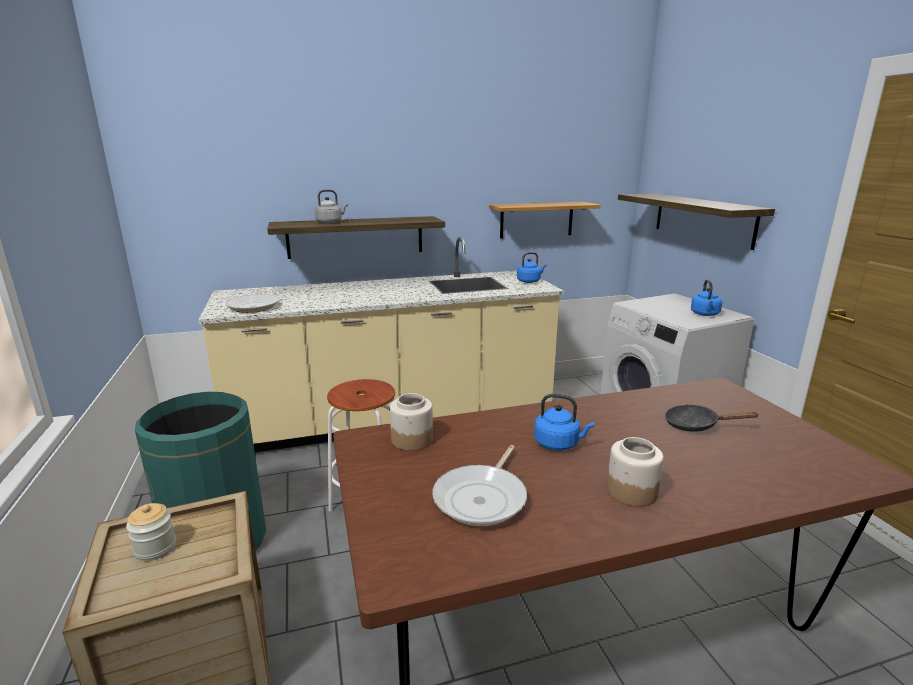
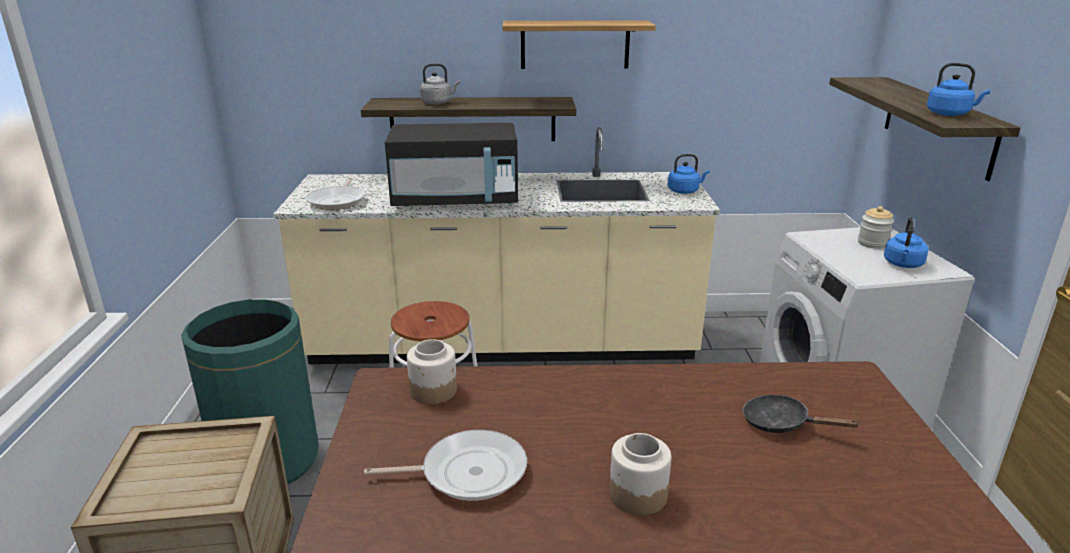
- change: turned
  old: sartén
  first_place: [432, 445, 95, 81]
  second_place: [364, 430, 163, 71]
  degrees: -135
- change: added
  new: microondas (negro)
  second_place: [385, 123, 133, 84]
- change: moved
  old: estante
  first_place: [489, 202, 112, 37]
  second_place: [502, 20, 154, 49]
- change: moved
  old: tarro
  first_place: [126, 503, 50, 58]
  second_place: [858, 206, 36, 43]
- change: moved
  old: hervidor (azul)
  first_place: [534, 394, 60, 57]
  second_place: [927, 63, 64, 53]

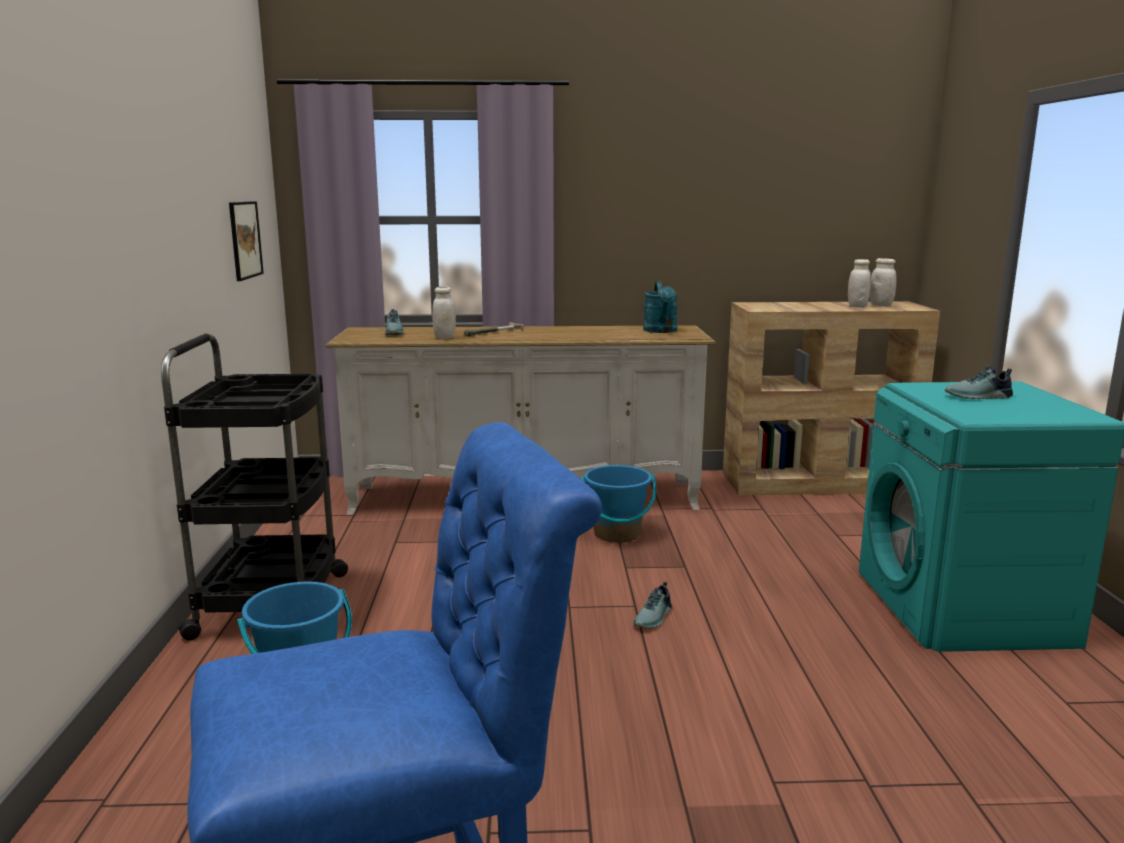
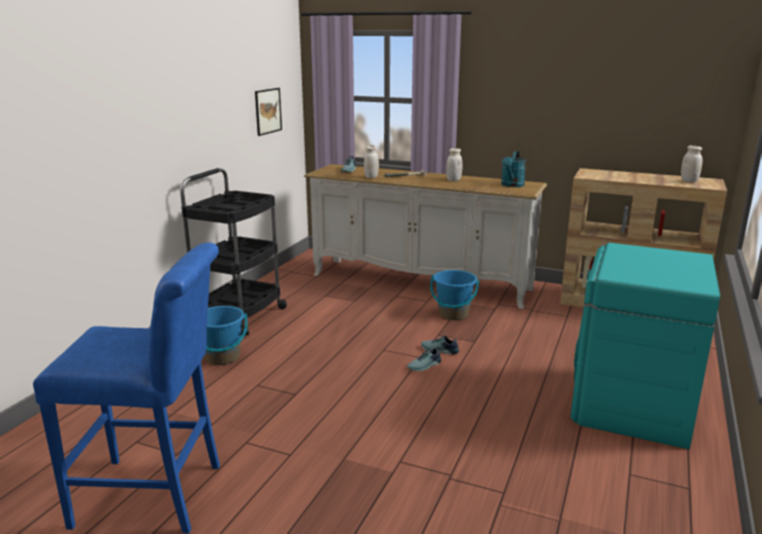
- change: moved
  old: zapato
  first_place: [945, 365, 68, 34]
  second_place: [421, 335, 38, 20]
- change: moved
  old: tarro (blanco)
  first_place: [848, 259, 23, 49]
  second_place: [446, 148, 16, 33]

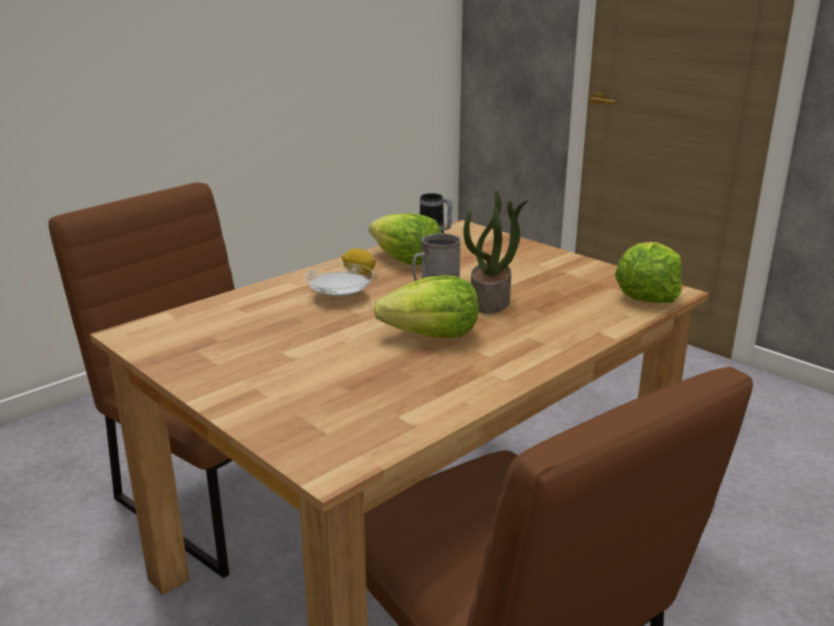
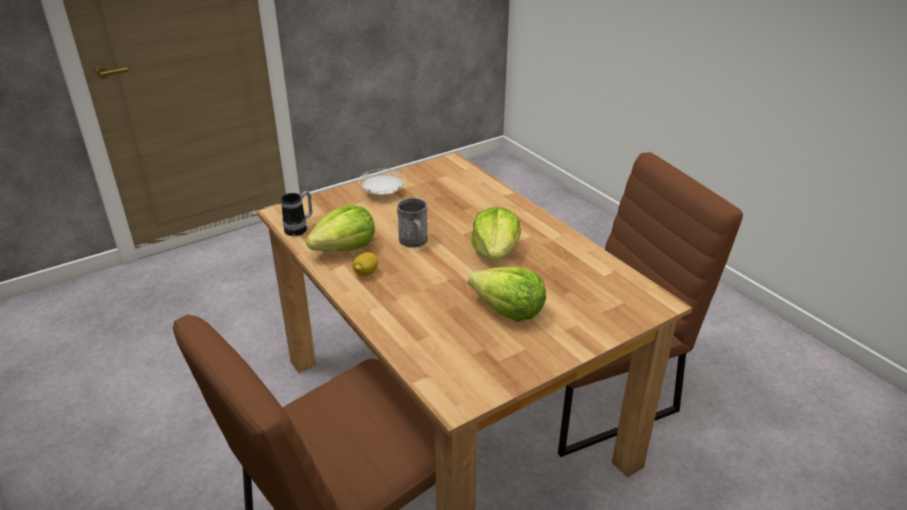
- change: moved
  old: plato (blanco)
  first_place: [304, 263, 70, 34]
  second_place: [359, 169, 47, 26]
- change: moved
  old: lechuga
  first_place: [615, 242, 67, 61]
  second_place: [468, 267, 78, 55]
- change: removed
  old: planta en maceta
  first_place: [463, 190, 66, 124]

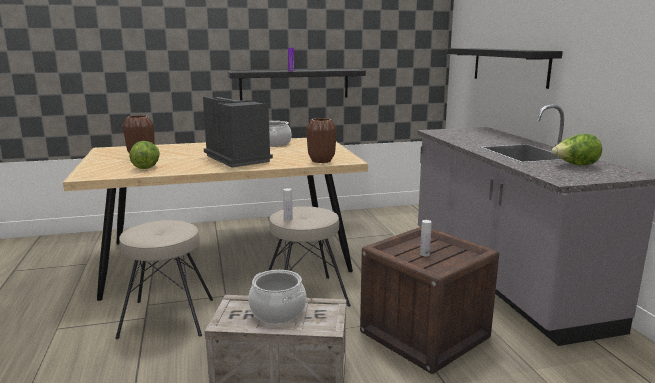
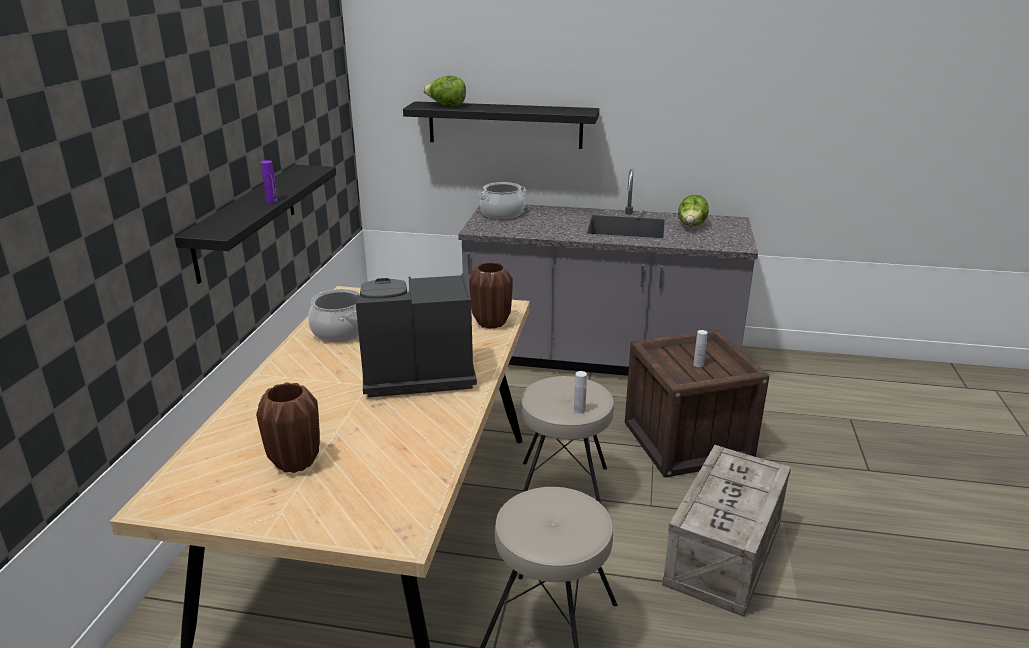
- change: moved
  old: lechuga
  first_place: [129, 141, 31, 28]
  second_place: [423, 75, 43, 32]
- change: moved
  old: olla
  first_place: [249, 270, 57, 54]
  second_place: [478, 182, 48, 37]

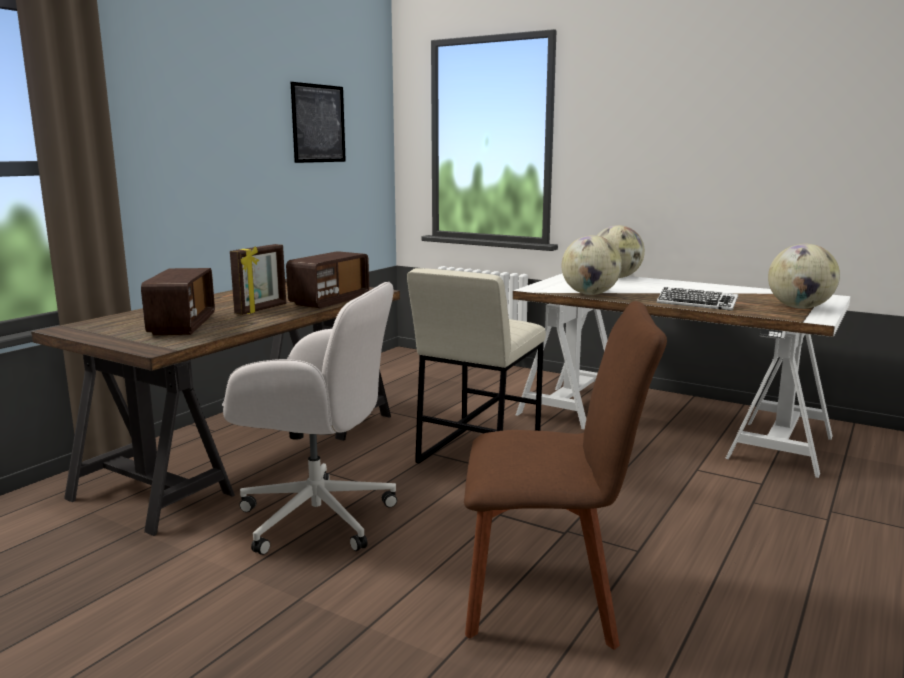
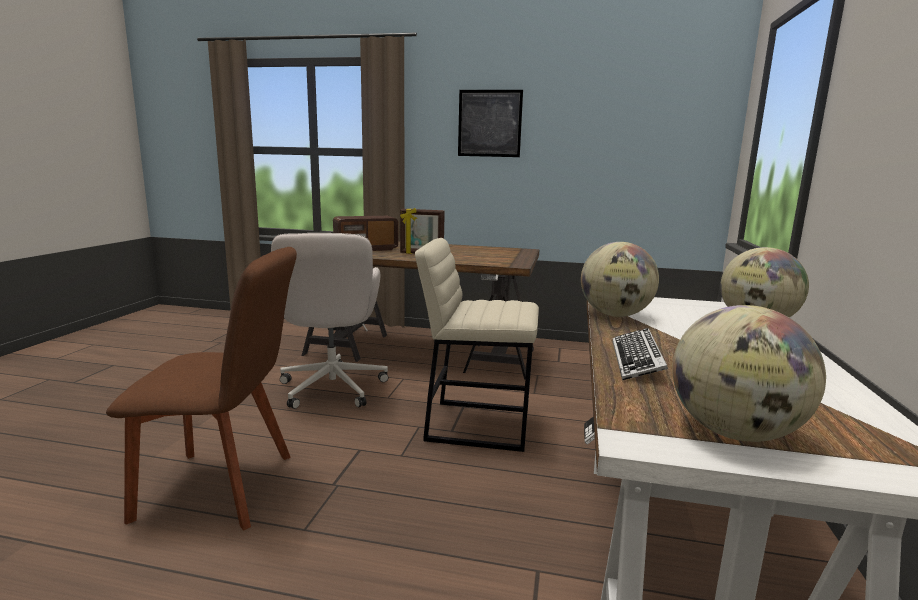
- change: turned
  old: silla (marrón)
  first_place: [464, 301, 203, 349]
  second_place: [106, 247, 191, 283]
  degrees: -75
- change: moved
  old: cuadro
  first_place: [291, 82, 55, 81]
  second_place: [458, 90, 65, 67]
- change: removed
  old: radio
  first_place: [286, 251, 83, 57]

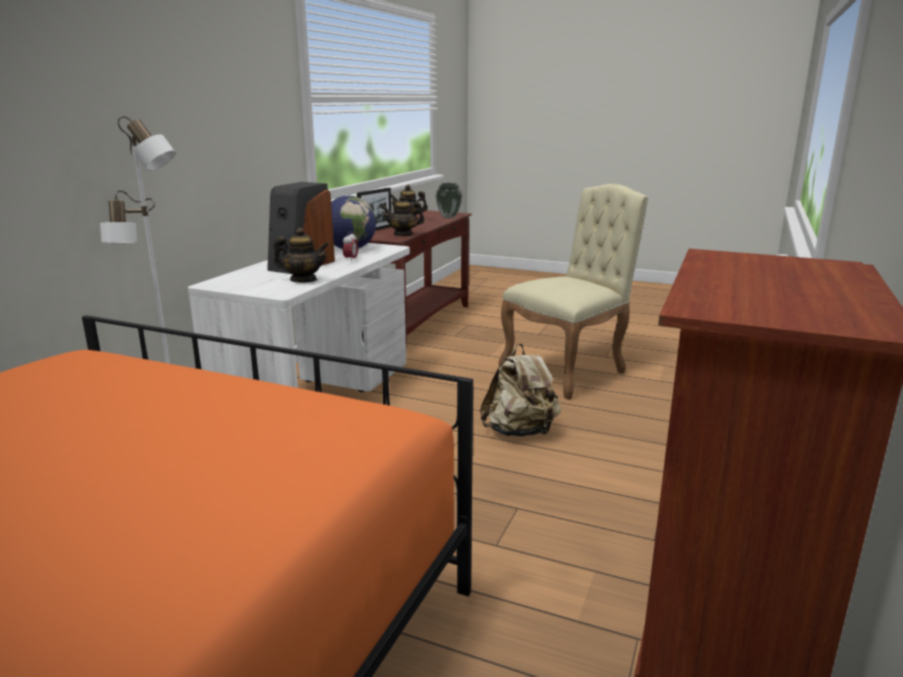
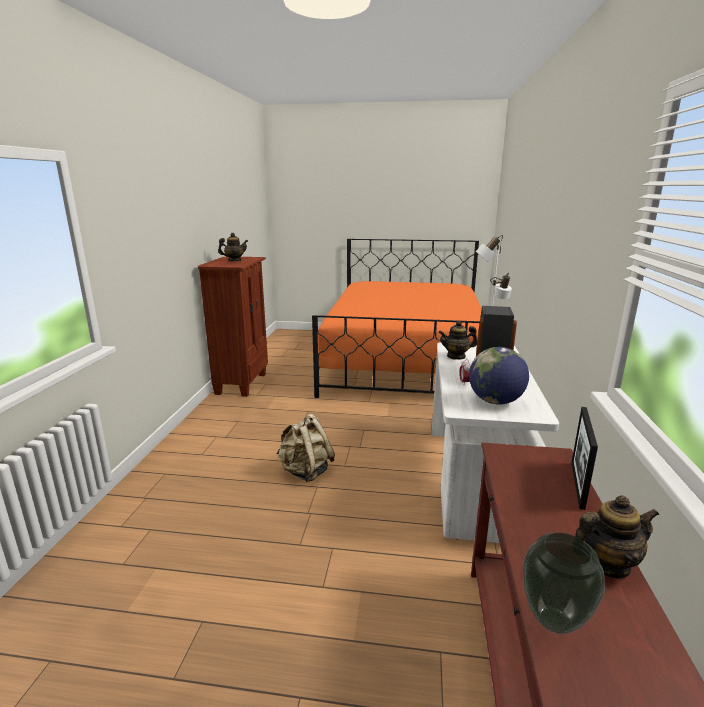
- change: moved
  old: tetera
  first_place: [382, 195, 43, 41]
  second_place: [218, 233, 30, 28]
- change: removed
  old: silla (beis)
  first_place: [499, 184, 149, 216]

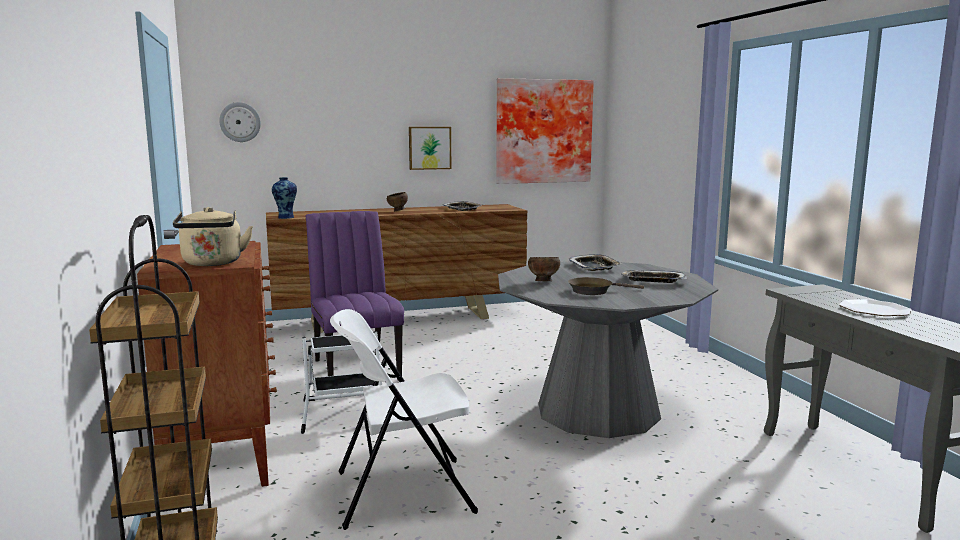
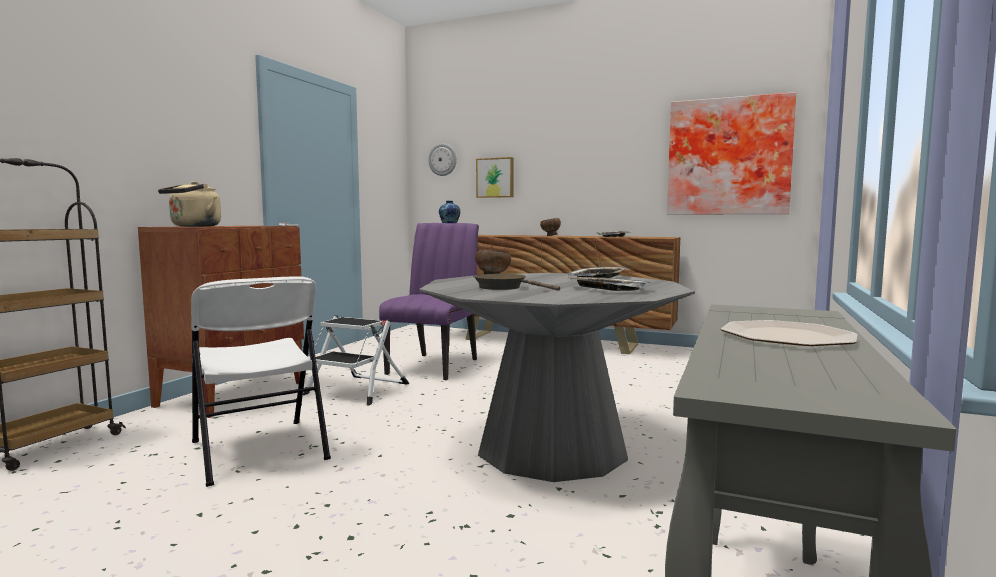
- change: turned
  old: silla (blanco)
  first_place: [330, 309, 148, 221]
  second_place: [191, 276, 140, 211]
  degrees: -150
- change: moved
  old: cuadro
  first_place: [409, 127, 42, 43]
  second_place: [476, 157, 38, 41]

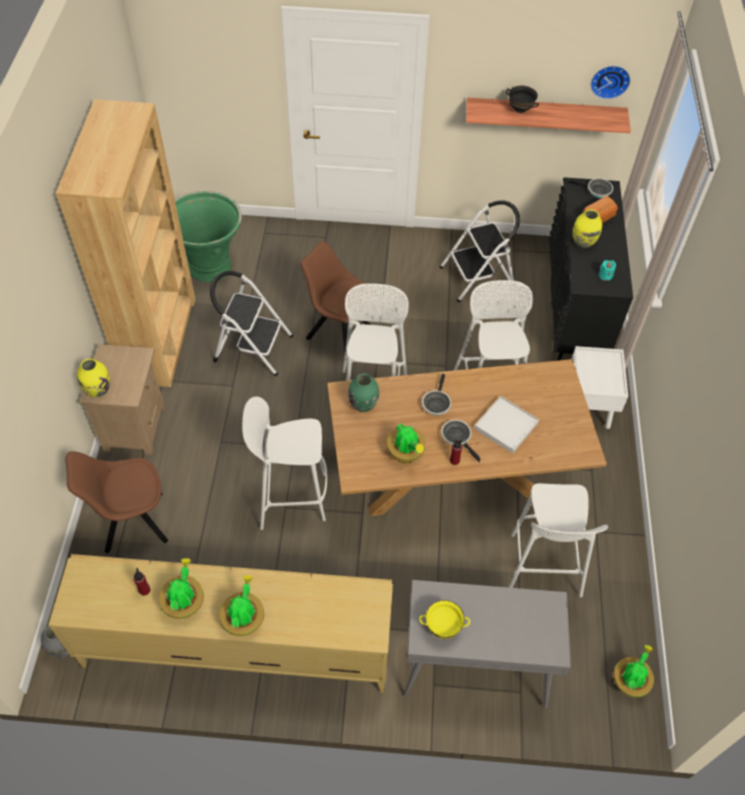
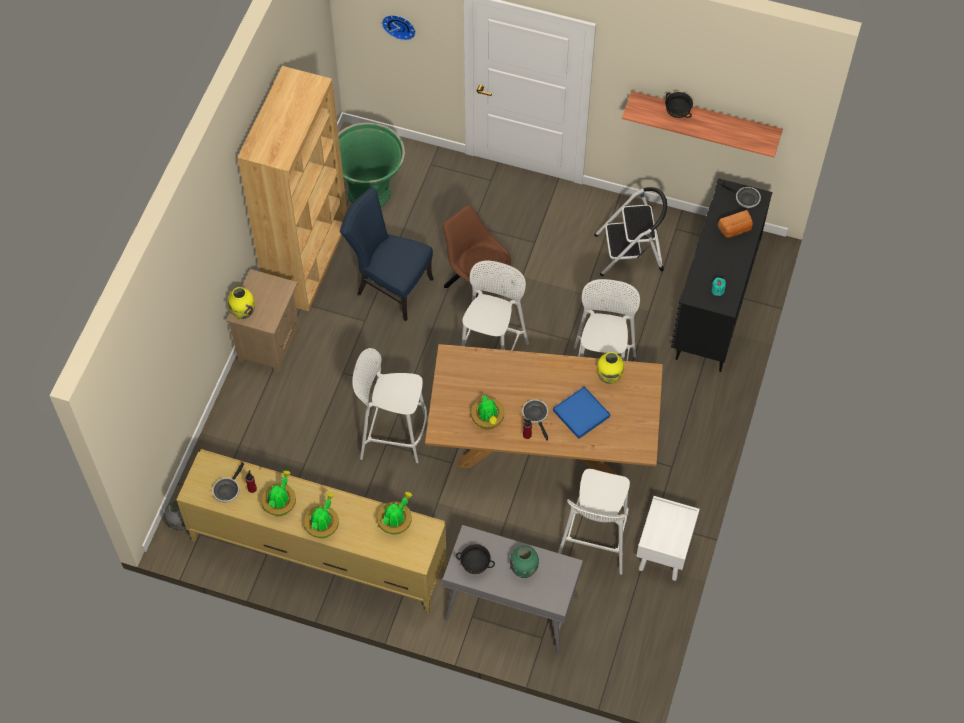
- change: moved
  old: sartén
  first_place: [422, 374, 29, 42]
  second_place: [212, 463, 32, 39]
- change: replaced
  old: escalera de tijera
  new: silla (azul)
  first_place: [210, 271, 83, 105]
  second_place: [340, 188, 94, 133]
- change: moved
  old: planta en maceta
  first_place: [613, 644, 41, 54]
  second_place: [377, 492, 35, 43]
- change: moved
  old: reloj de pared
  first_place: [591, 66, 40, 33]
  second_place: [382, 15, 34, 26]
- change: recoloured
  old: cuenco (amarillo)
  new: cuenco (negro)
  first_place: [419, 600, 51, 39]
  second_place: [456, 544, 39, 30]
- change: moved
  old: florero (verde)
  first_place: [348, 373, 31, 39]
  second_place: [510, 546, 29, 32]
- change: recoloured
  old: bandeja (blanco)
  new: bandeja (azul)
  first_place: [474, 396, 65, 58]
  second_place: [553, 386, 57, 53]
- change: moved
  old: florero (amarillo)
  first_place: [573, 209, 29, 39]
  second_place: [597, 352, 27, 32]
- change: moved
  old: mesita de noche (blanco)
  first_place: [572, 346, 56, 83]
  second_place: [636, 496, 64, 85]
- change: removed
  old: silla (marrón)
  first_place: [65, 451, 103, 103]

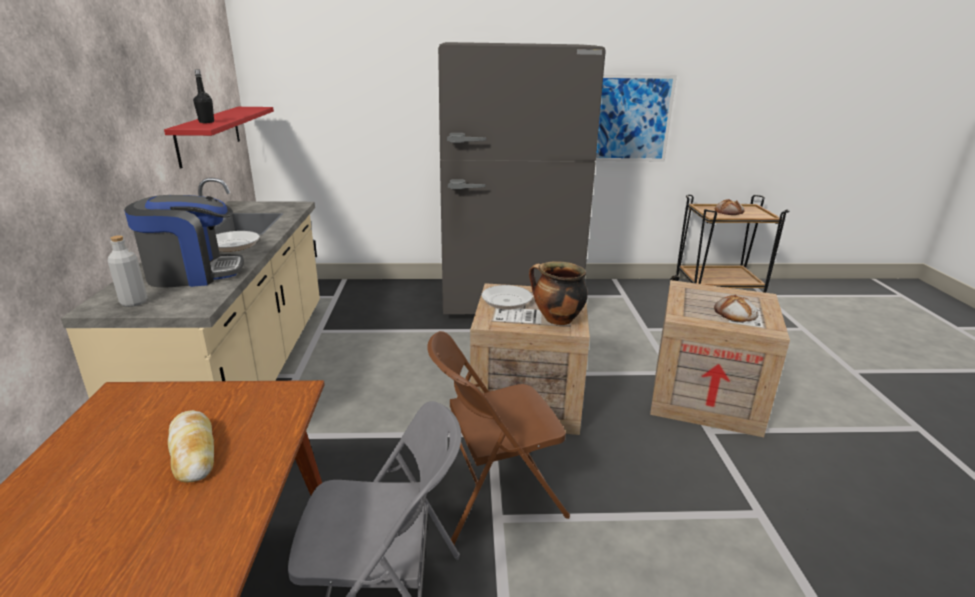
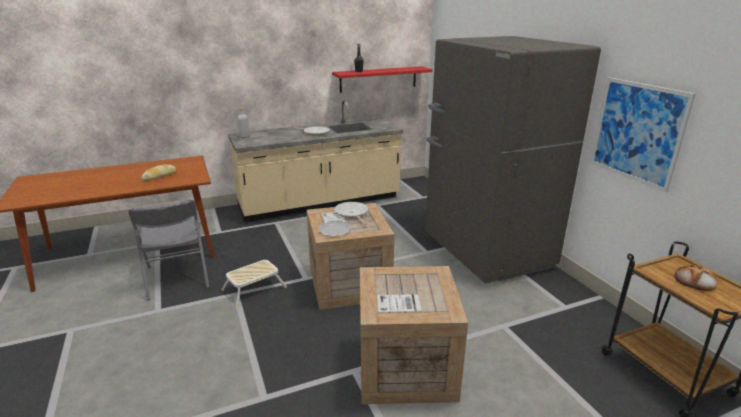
- change: replaced
  old: silla (marrón)
  new: escalera de tijera (beis)
  first_place: [427, 331, 143, 214]
  second_place: [221, 260, 66, 48]
- change: replaced
  old: olla
  new: plato
  first_place: [529, 261, 59, 64]
  second_place: [318, 221, 33, 16]
- change: removed
  old: cafetera
  first_place: [124, 195, 120, 92]
- change: removed
  old: pan
  first_place: [714, 295, 45, 27]

